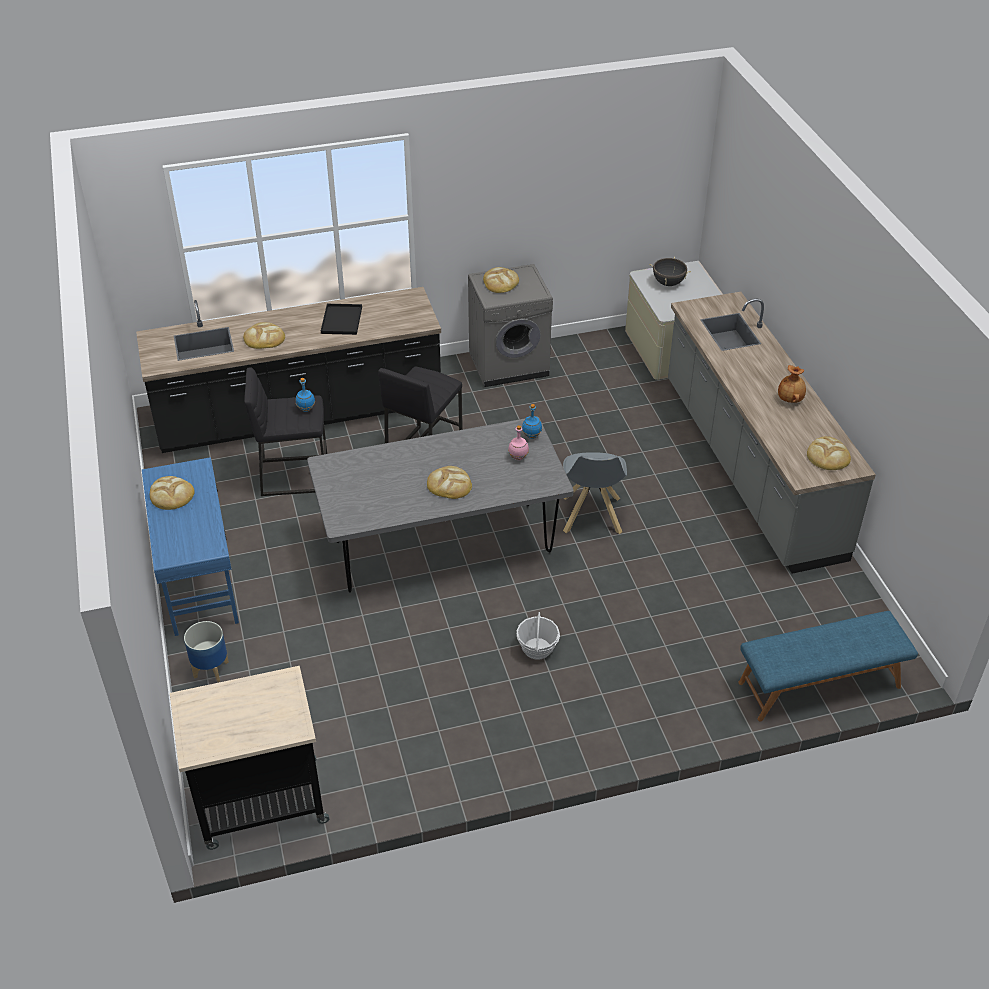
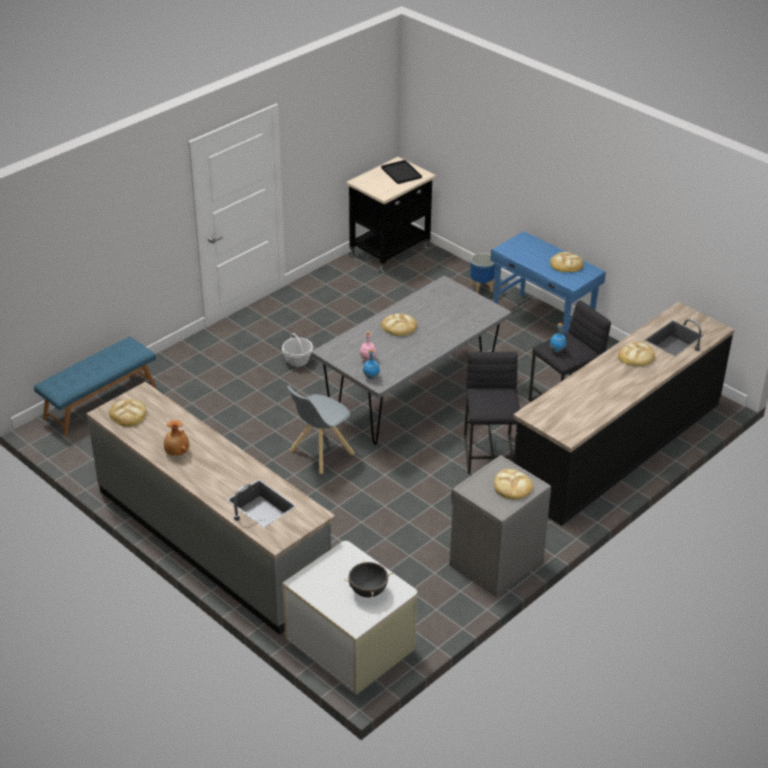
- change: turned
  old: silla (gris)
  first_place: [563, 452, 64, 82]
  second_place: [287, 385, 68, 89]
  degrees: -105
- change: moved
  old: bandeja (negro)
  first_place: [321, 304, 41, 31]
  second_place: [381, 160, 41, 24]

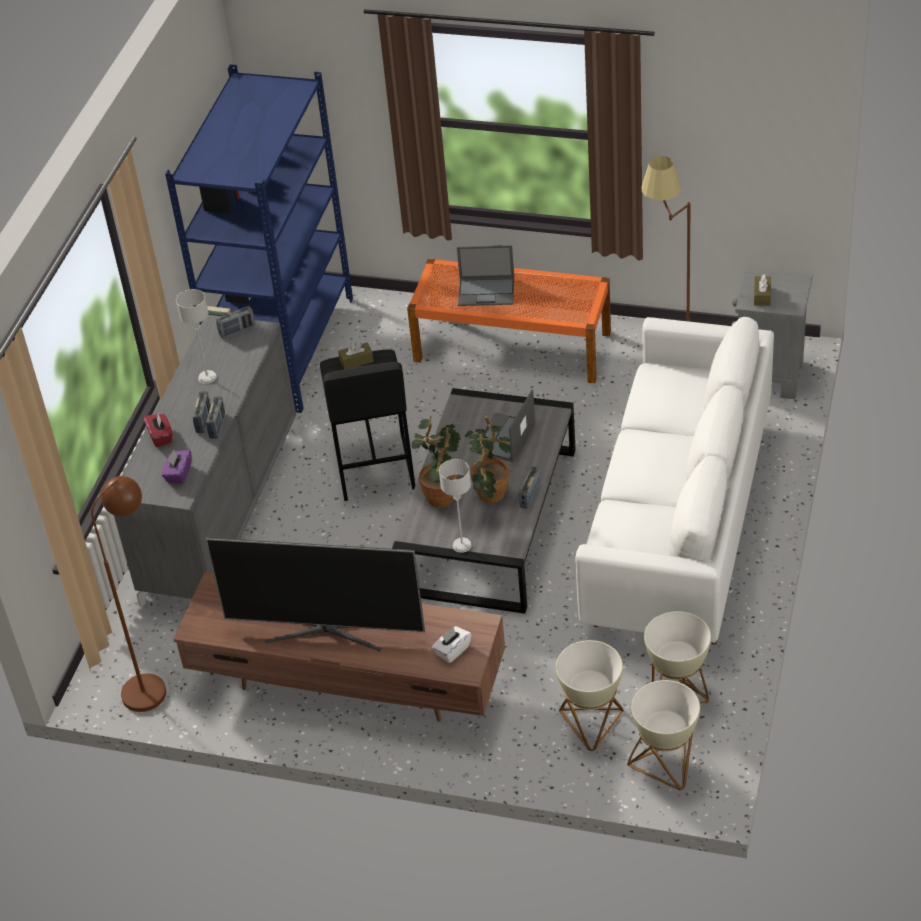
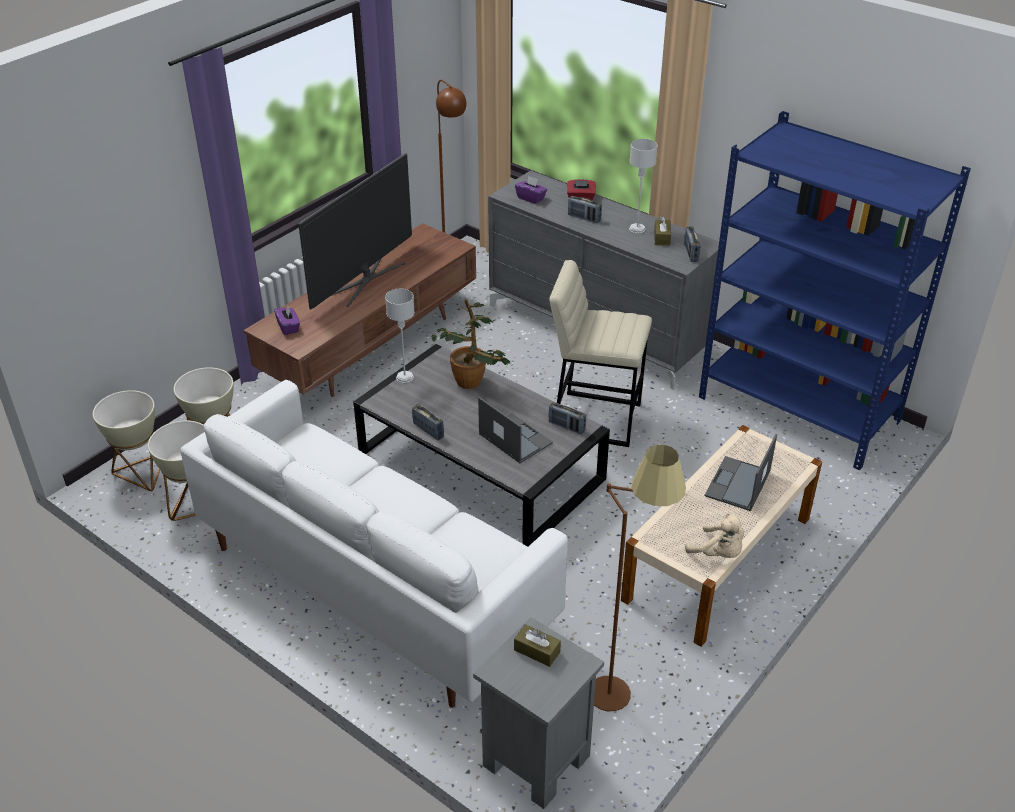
- change: recoloured
  old: caja de pañuelos (blanco)
  new: caja de pañuelos (morado)
  first_place: [432, 626, 39, 37]
  second_place: [274, 305, 26, 30]
- change: recoloured
  old: taburete (negro)
  new: taburete (beis)
  first_place: [320, 349, 95, 152]
  second_place: [549, 260, 103, 187]
- change: moved
  old: radio
  first_place: [206, 396, 19, 43]
  second_place: [549, 402, 37, 32]
- change: recoloured
  old: banco (naranja)
  new: banco (beis)
  first_place: [407, 258, 204, 125]
  second_place: [621, 425, 201, 222]
- change: moved
  old: caja de pañuelos (marrón)
  first_place: [338, 342, 36, 27]
  second_place: [654, 216, 17, 29]
- change: added
  new: peluche (beis)
  second_place: [685, 513, 59, 45]
- change: removed
  old: planta en maceta
  first_place: [465, 416, 46, 87]

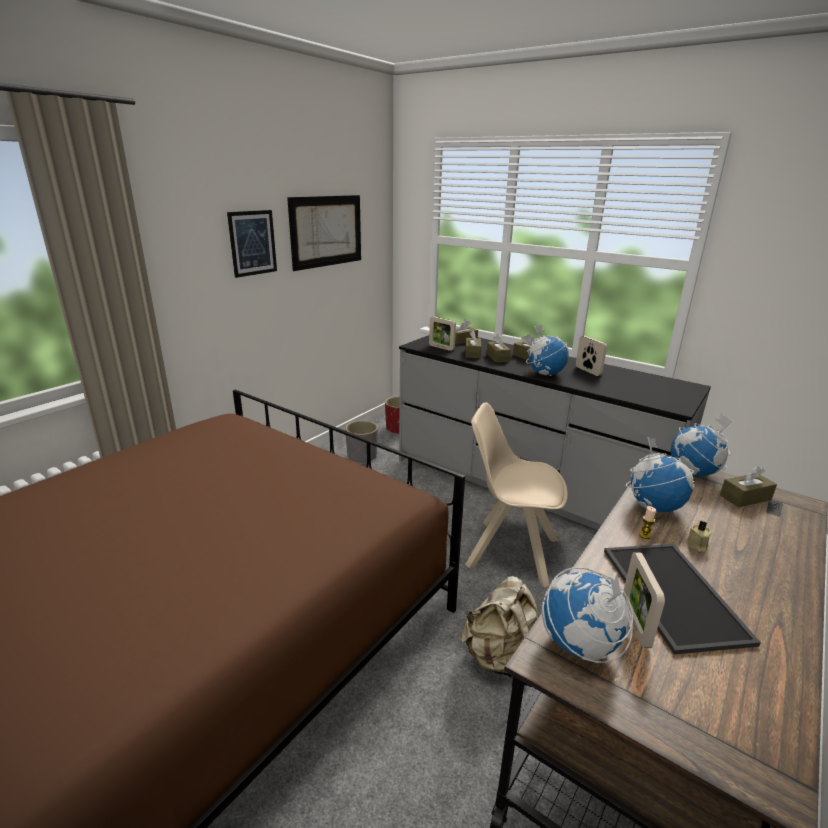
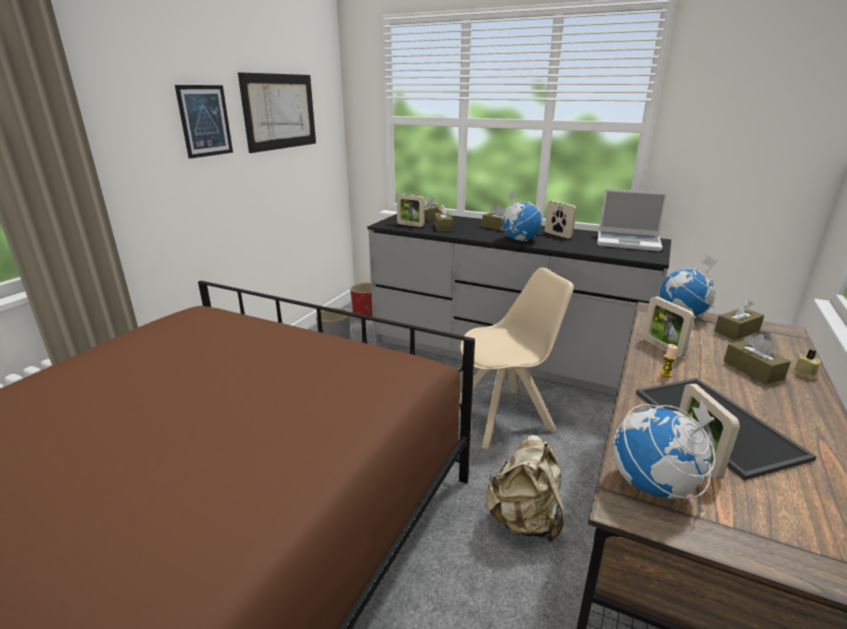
- change: turned
  old: silla (beis)
  first_place: [465, 403, 103, 184]
  second_place: [459, 267, 115, 182]
  degrees: 150
- change: added
  new: portátil
  second_place: [597, 189, 71, 62]
- change: replaced
  old: globo terráqueo
  new: portarretratos
  first_place: [626, 437, 69, 76]
  second_place: [643, 296, 52, 61]
- change: moved
  old: caja de pañuelos (marrón)
  first_place: [487, 334, 24, 29]
  second_place: [724, 334, 67, 51]
- change: moved
  old: vela (beis)
  first_place: [686, 521, 26, 31]
  second_place: [793, 350, 28, 30]

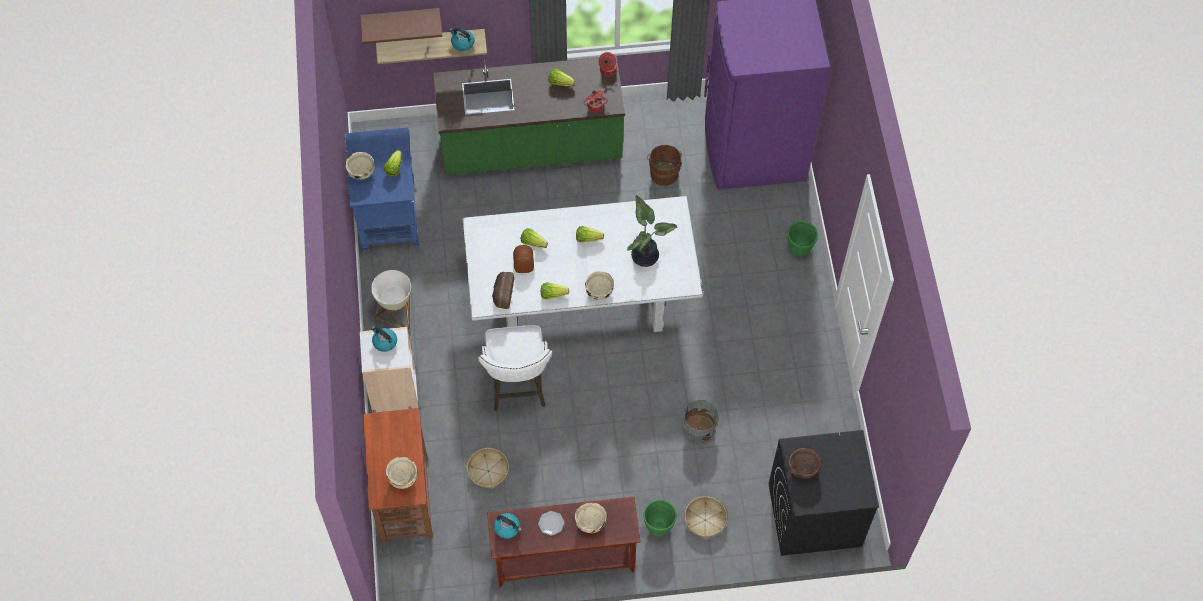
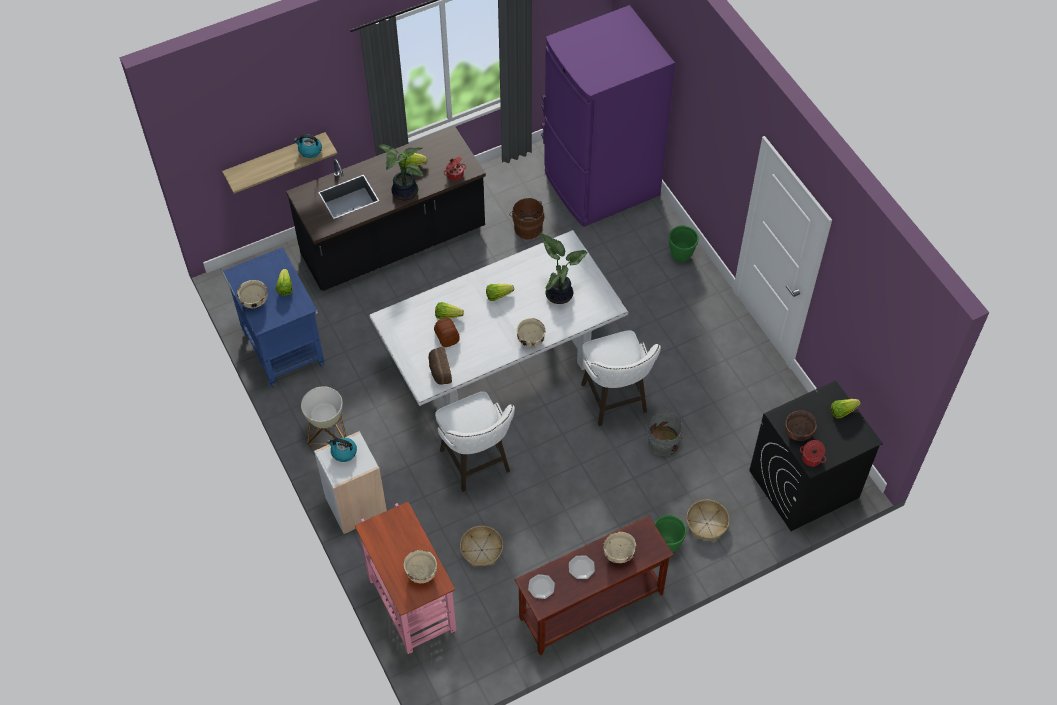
- change: recoloured
  old: mueble bajo de cocina (verde)
  new: mueble bajo de cocina (negro)
  first_place: [433, 56, 192, 119]
  second_place: [286, 126, 200, 165]
- change: recoloured
  old: carrito (marrón)
  new: carrito (rosa)
  first_place: [363, 406, 70, 137]
  second_place: [355, 502, 101, 152]
- change: added
  new: planta en maceta
  second_place: [377, 145, 47, 56]
- change: replaced
  old: hervidor
  new: plato
  first_place: [494, 513, 28, 26]
  second_place: [528, 574, 27, 25]
- change: added
  new: taburete (blanco)
  second_place: [581, 330, 80, 96]
- change: moved
  old: olla
  first_place: [599, 52, 18, 25]
  second_place: [800, 440, 26, 26]
- change: moved
  old: lechuga
  first_place: [541, 282, 28, 17]
  second_place: [831, 399, 30, 20]
- change: removed
  old: estante (marrón)
  first_place: [360, 8, 82, 36]

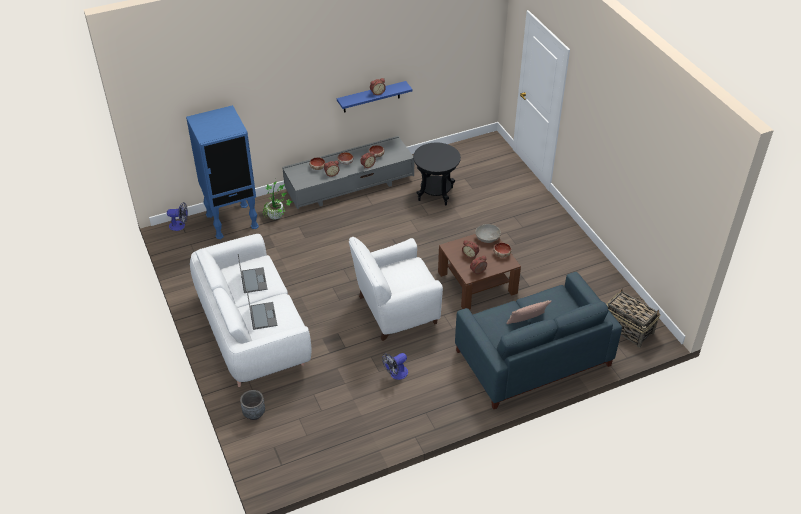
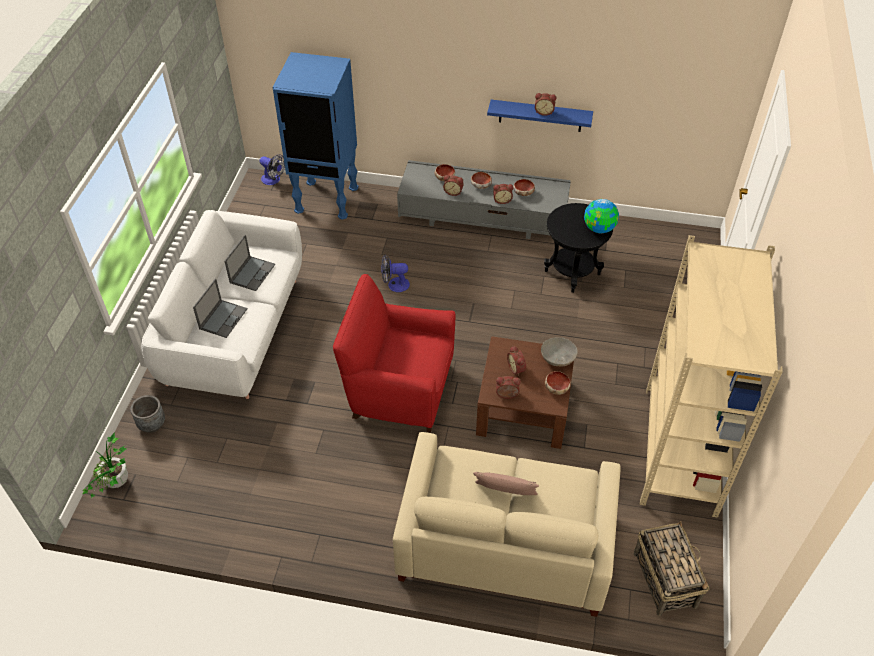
- change: moved
  old: planta en maceta
  first_place: [263, 181, 30, 38]
  second_place: [83, 432, 45, 66]
- change: recoloured
  old: sillón (blanco)
  new: sillón (rojo)
  first_place: [349, 237, 94, 104]
  second_place: [333, 274, 123, 159]
- change: moved
  old: ventilador
  first_place: [382, 353, 26, 27]
  second_place: [381, 255, 29, 37]
- change: recoloured
  old: sofá (azul)
  new: sofá (beis)
  first_place: [455, 272, 167, 137]
  second_place: [393, 432, 228, 185]
- change: added
  new: globo terráqueo
  second_place: [584, 199, 35, 34]
- change: added
  new: estantería (beis)
  second_place: [640, 235, 143, 283]

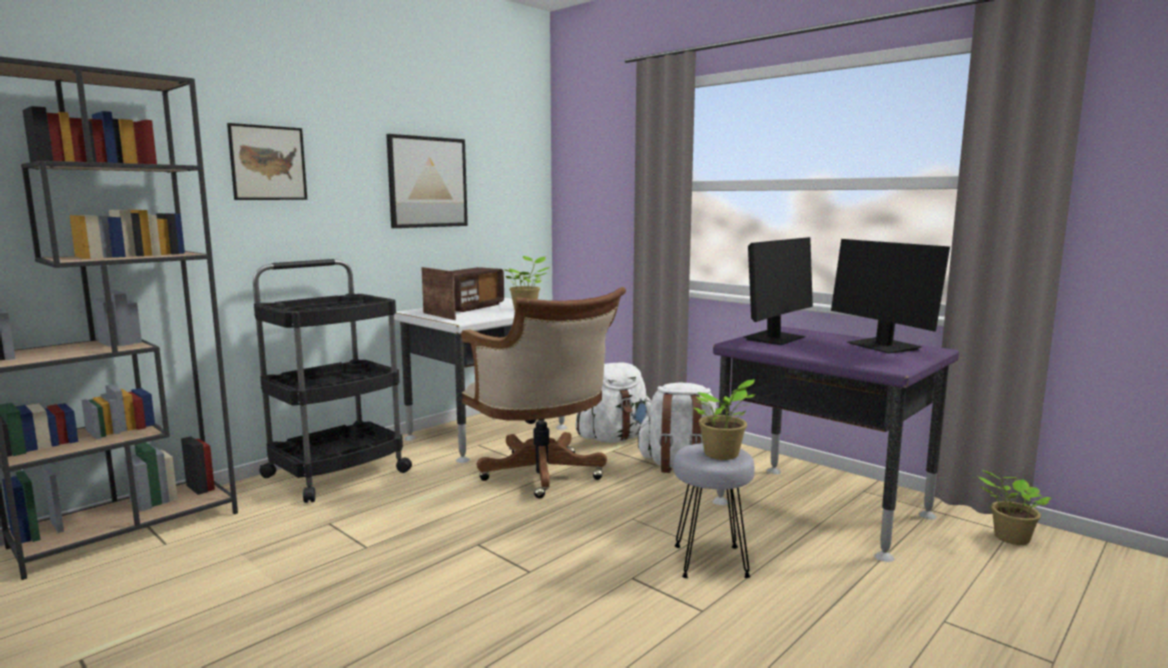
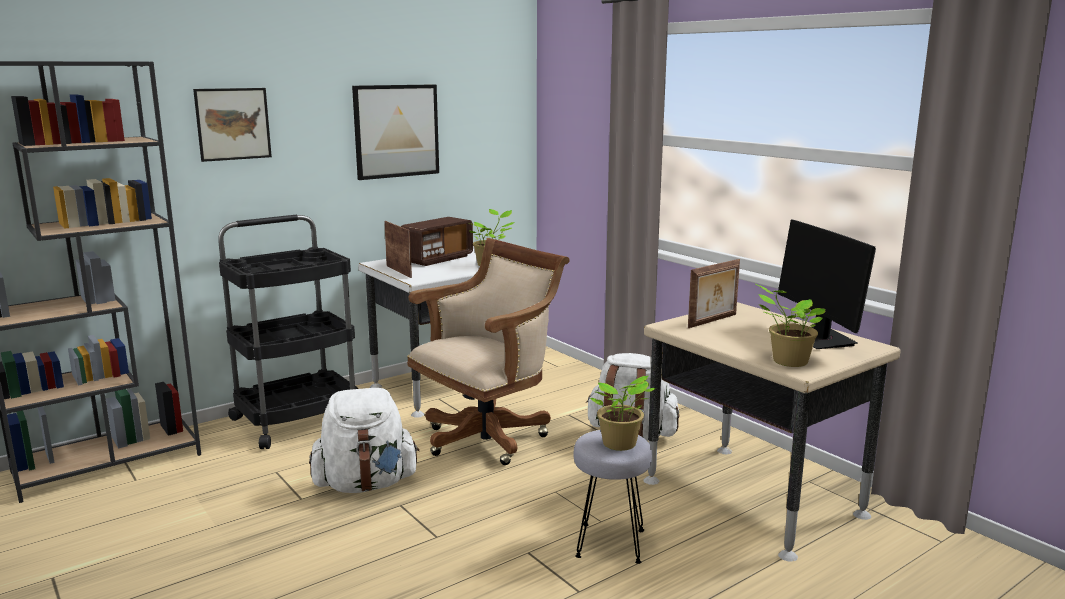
- change: moved
  old: mochila (blanco)
  first_place: [575, 362, 76, 81]
  second_place: [309, 388, 110, 105]
- change: turned
  old: silla de oficina
  first_place: [461, 287, 165, 212]
  second_place: [407, 238, 163, 227]
  degrees: -105
- change: recoloured
  old: escritorio (morado)
  new: escritorio (beis)
  first_place: [712, 326, 247, 236]
  second_place: [643, 302, 257, 260]
- change: replaced
  old: monitor
  new: portarretratos
  first_place: [744, 237, 69, 108]
  second_place: [688, 259, 52, 69]
- change: moved
  old: planta en maceta
  first_place: [978, 470, 73, 75]
  second_place: [755, 284, 70, 83]

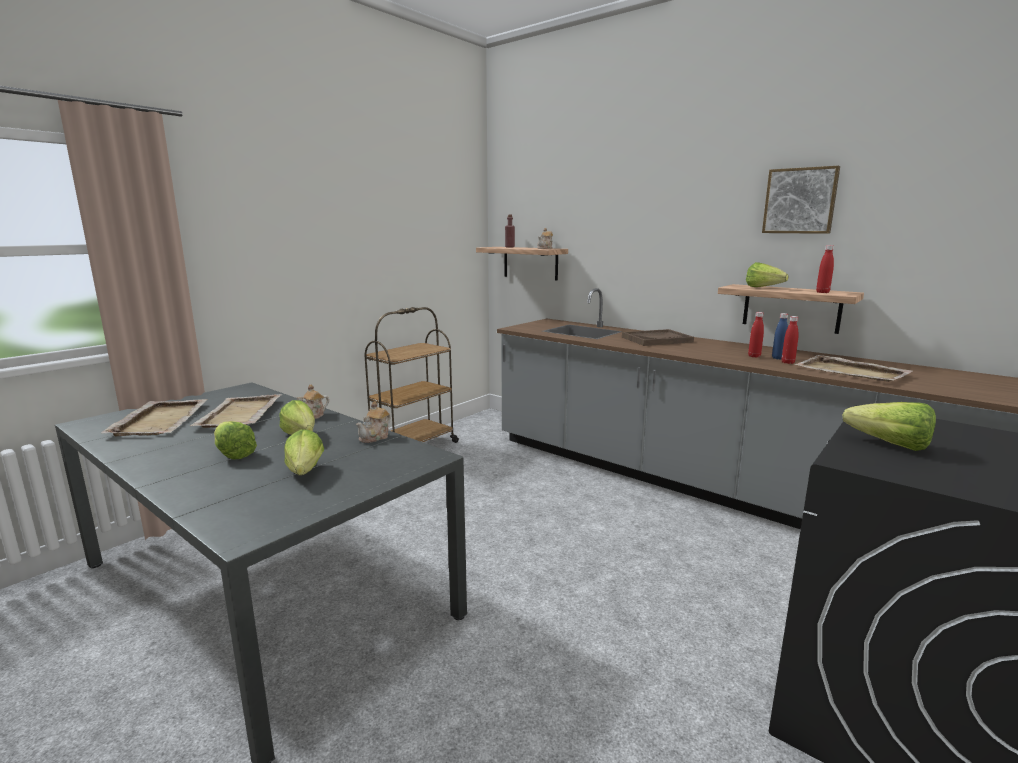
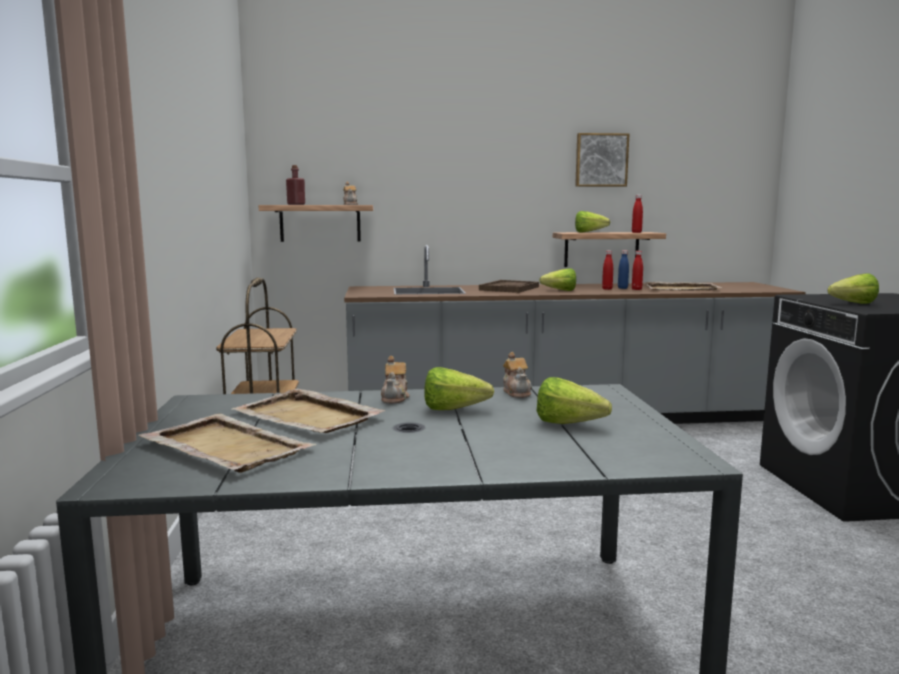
- change: moved
  old: lechuga
  first_place: [214, 421, 43, 39]
  second_place: [539, 269, 37, 22]

